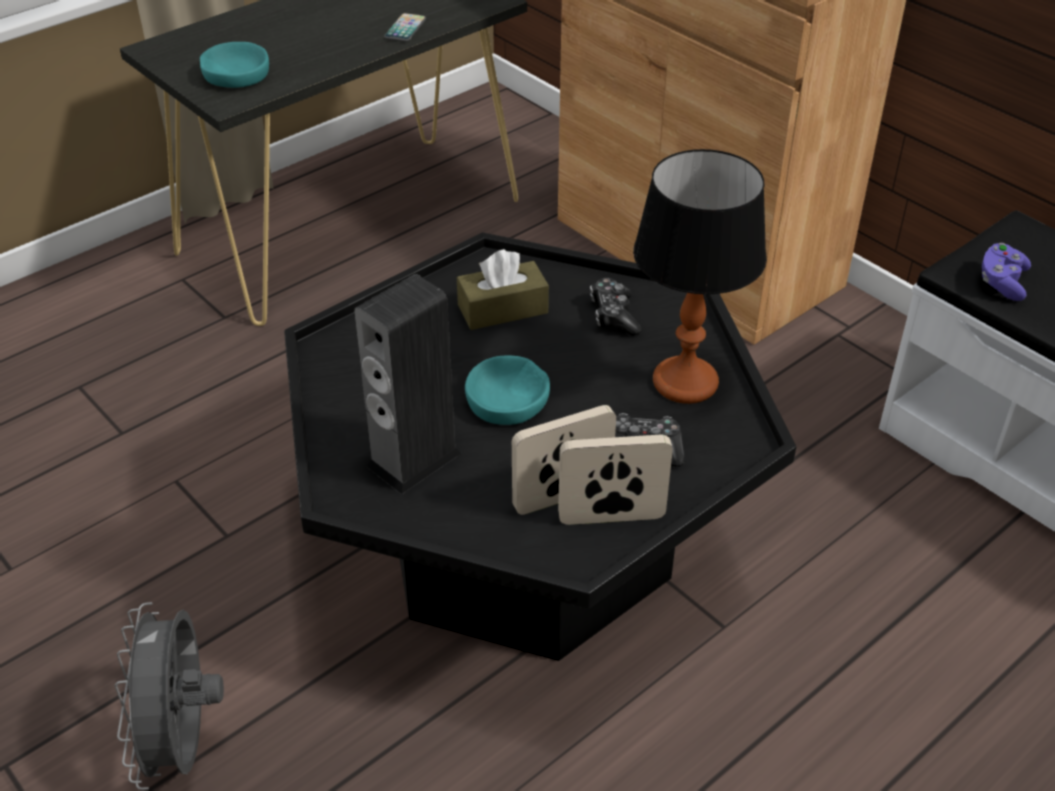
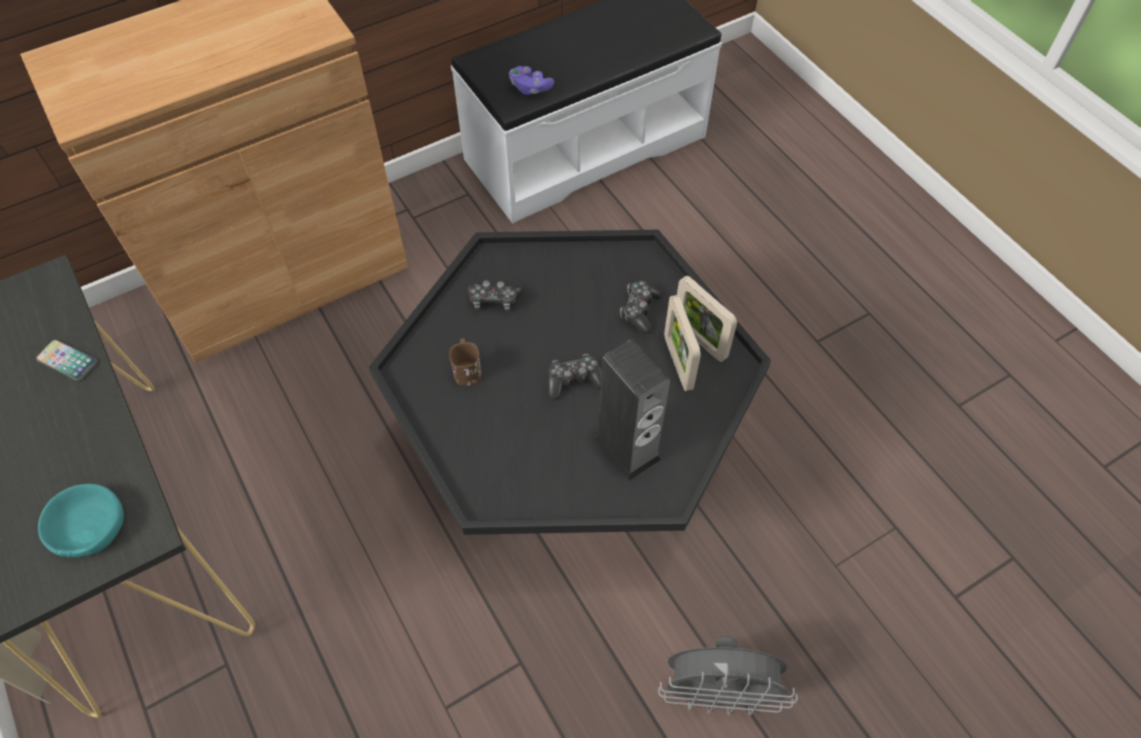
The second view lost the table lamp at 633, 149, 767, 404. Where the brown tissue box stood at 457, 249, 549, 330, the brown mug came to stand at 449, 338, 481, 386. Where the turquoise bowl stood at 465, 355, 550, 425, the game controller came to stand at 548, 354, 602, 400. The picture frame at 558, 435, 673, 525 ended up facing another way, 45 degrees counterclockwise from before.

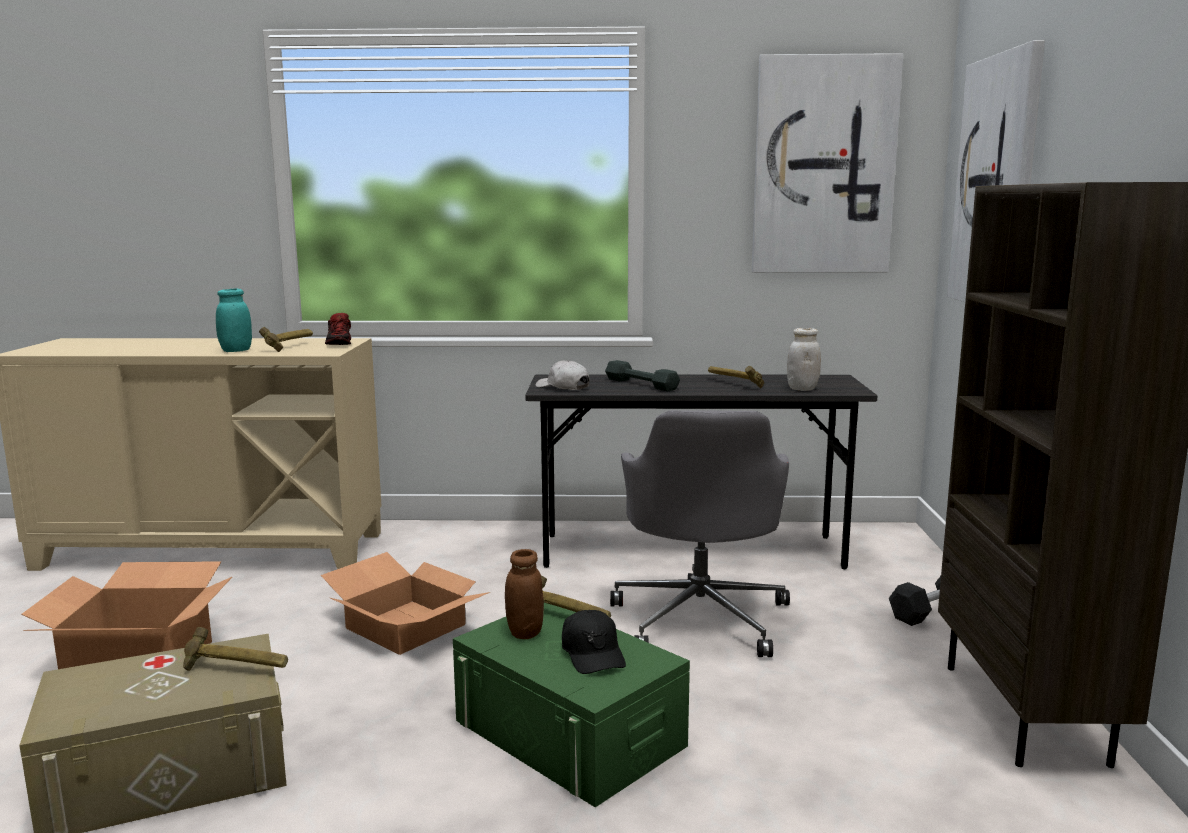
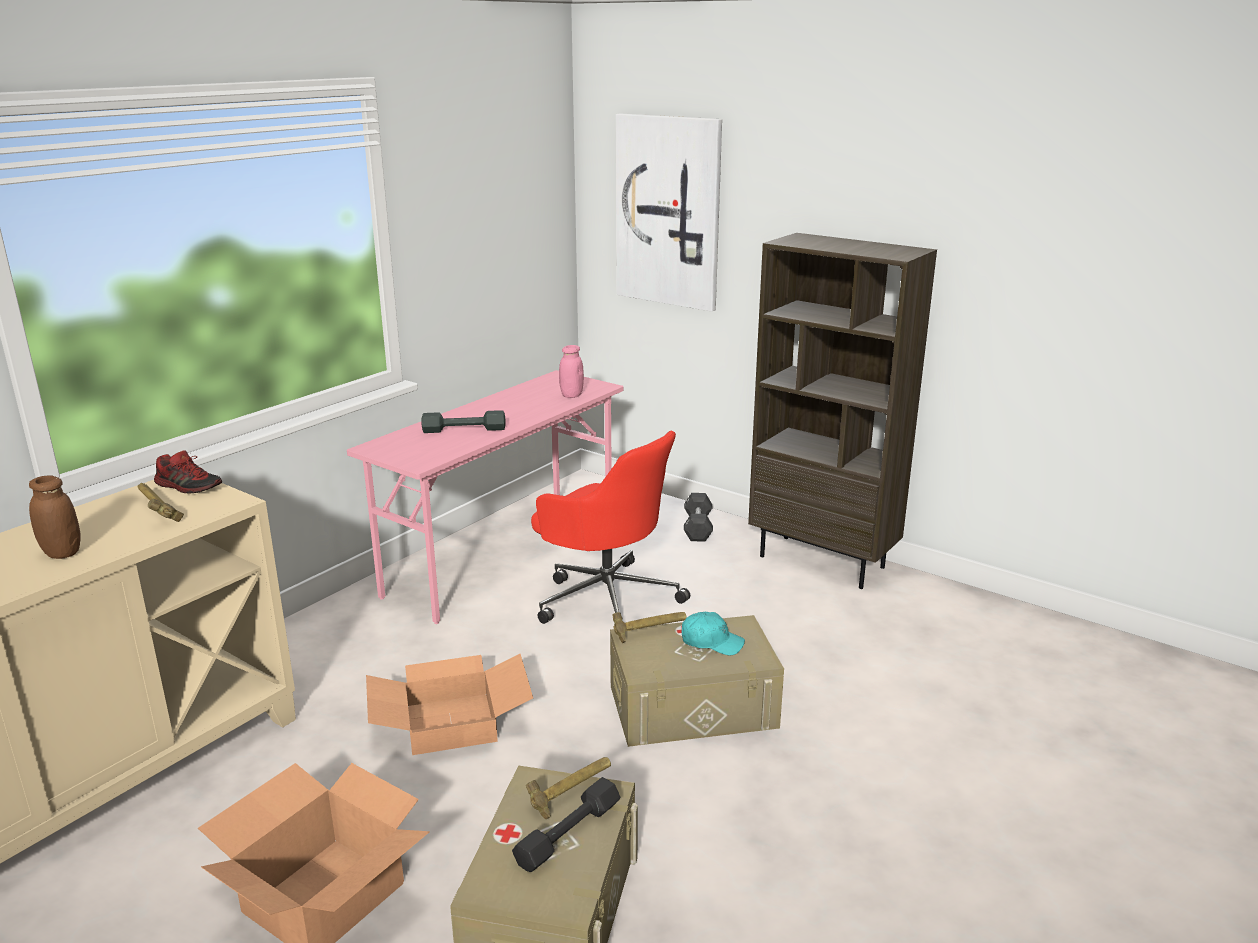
The second view lost the picture at 752, 53, 903, 273. The second view lost the turquoise jar at 216, 289, 252, 352. What was the white jar at 787, 328, 821, 391 turned into the pink jar at 559, 345, 584, 398. The second view lost the white cap at 536, 360, 590, 390. The second view lost the hammer at 708, 366, 764, 388. What was the grey desk at 525, 374, 877, 569 turned into the pink desk at 347, 370, 623, 624. What was the grey office chair at 610, 410, 790, 657 turned into the red office chair at 531, 431, 690, 624. The brown jar ended up elsewhere, having gone from 505, 549, 544, 639 to 29, 475, 81, 559. What was the green storage box at 453, 603, 690, 807 turned into the beige storage box at 610, 615, 784, 747. What was the black cap at 562, 610, 626, 674 turned into the turquoise cap at 682, 612, 745, 656. The second view gained the black dumbbell at 512, 777, 621, 872.

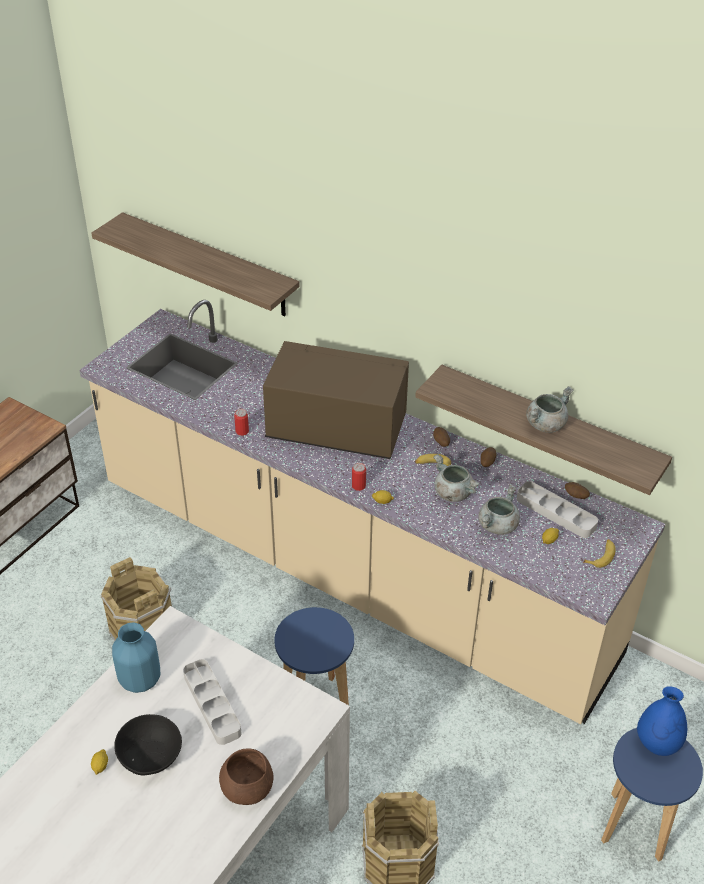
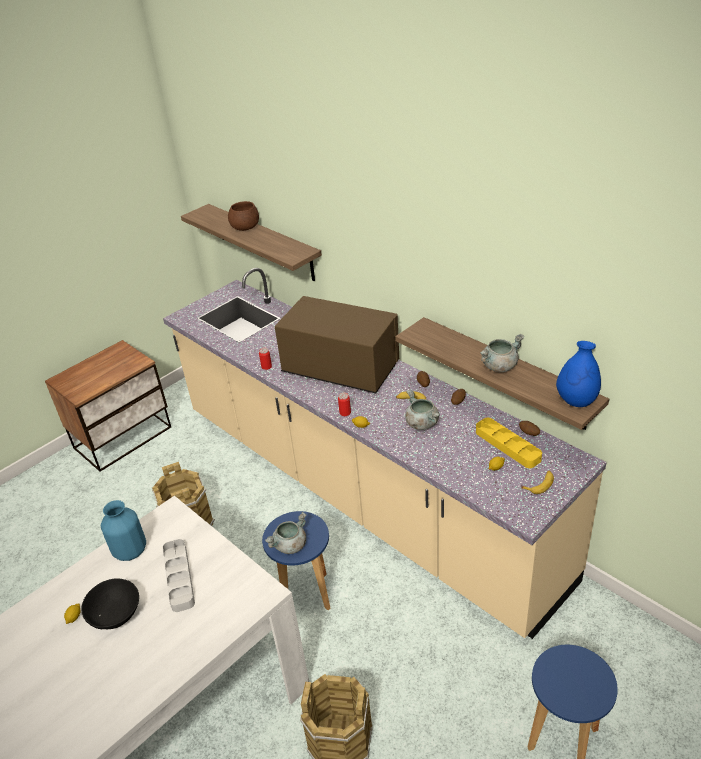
What was the grey tray at 517, 481, 598, 538 turned into the yellow tray at 476, 418, 542, 468. The grey cooking pot ended up elsewhere, having gone from 478, 485, 520, 535 to 265, 512, 306, 554. The blue vase ended up elsewhere, having gone from 637, 686, 687, 756 to 556, 341, 601, 407. The brown bowl ended up elsewhere, having gone from 219, 748, 274, 805 to 228, 201, 259, 231.

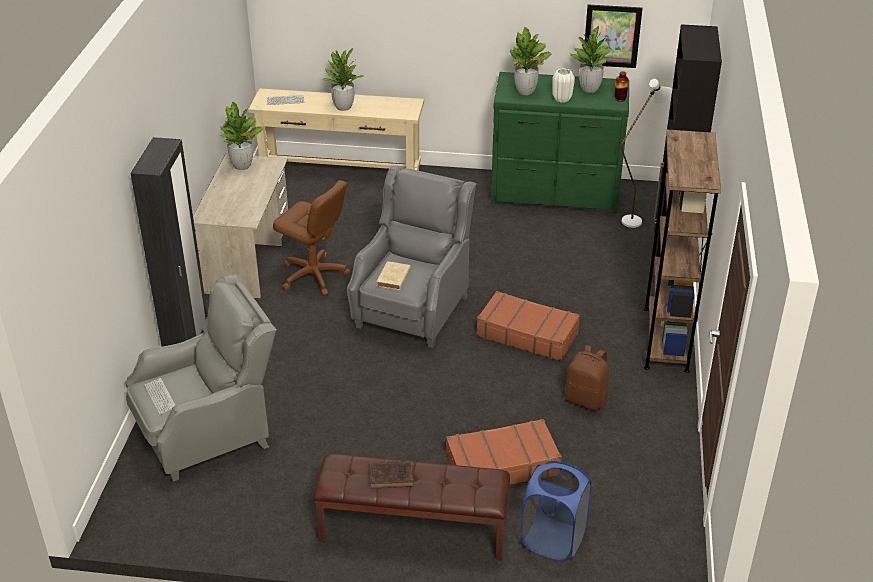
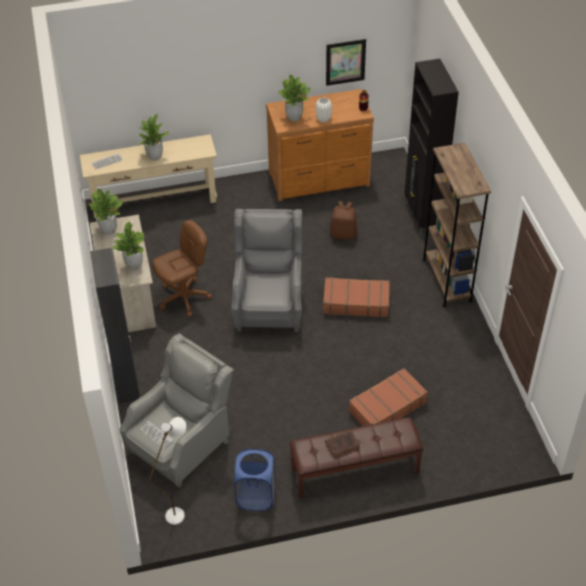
The potted plant ended up elsewhere, having gone from 569, 25, 612, 93 to 111, 222, 145, 270. What was the green dresser at 491, 72, 629, 214 turned into the brown dresser at 266, 89, 374, 201. The white floor lamp ended up elsewhere, having gone from 621, 79, 672, 228 to 149, 417, 186, 525. The brown office chair at 273, 180, 351, 296 ended up facing another way, 45 degrees counterclockwise from before. The second view lost the beige book at 377, 261, 411, 290. The brown backpack ended up elsewhere, having gone from 565, 345, 609, 411 to 330, 201, 357, 240. The blue laundry basket ended up elsewhere, having gone from 521, 461, 592, 562 to 234, 449, 275, 511.

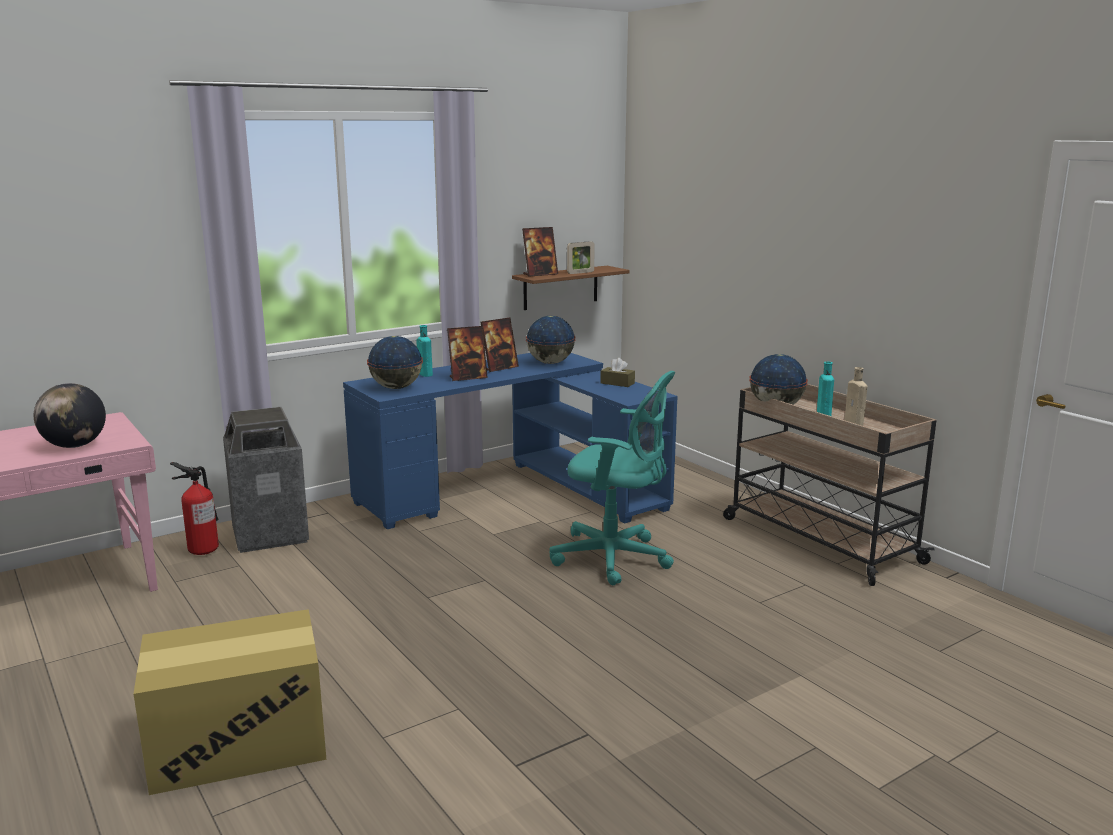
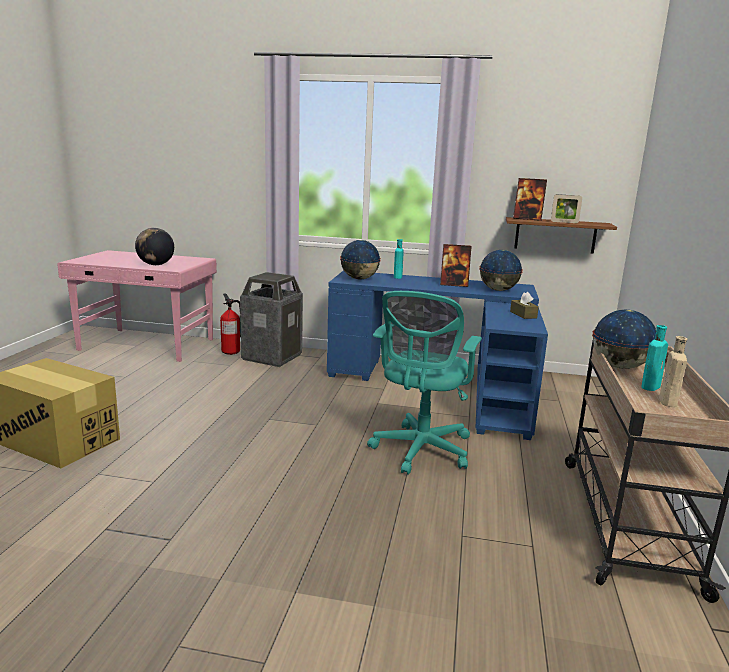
The second view lost the picture frame at 447, 326, 488, 381. The turquoise office chair at 549, 371, 675, 585 ended up facing another way, 45 degrees clockwise from before.

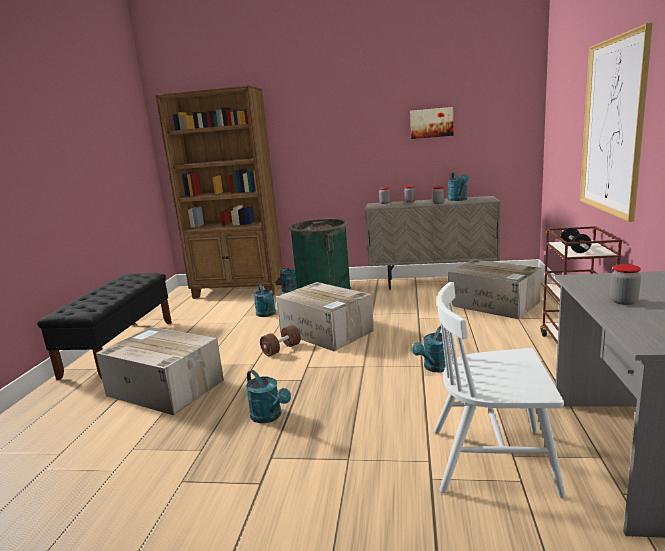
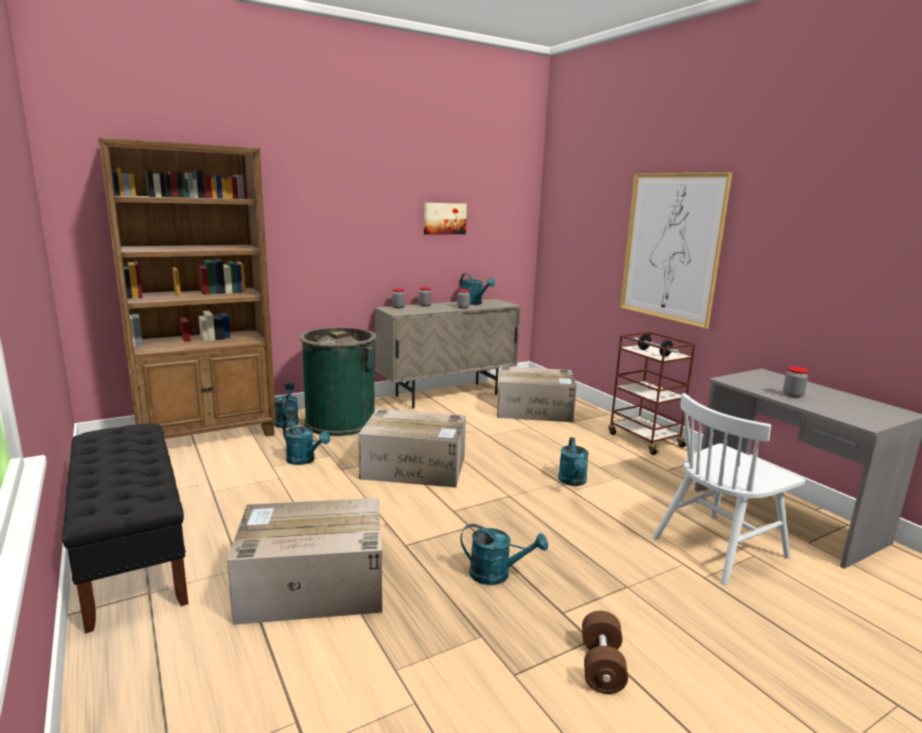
The brown dumbbell ended up elsewhere, having gone from 260, 325, 301, 356 to 582, 611, 628, 694.

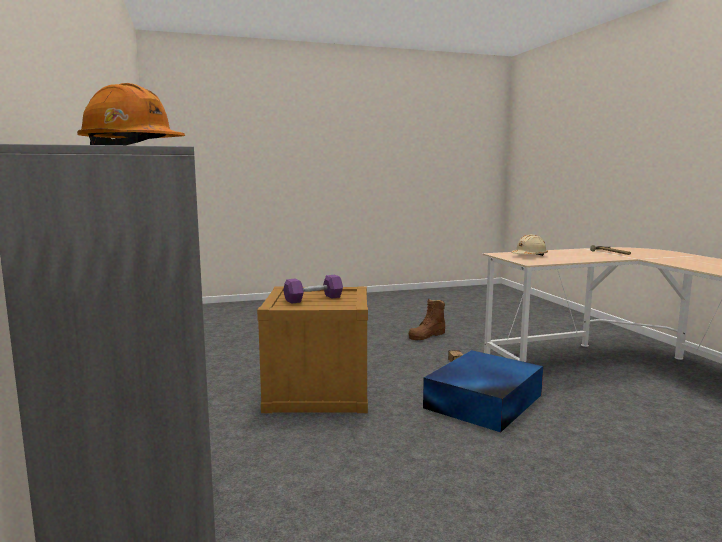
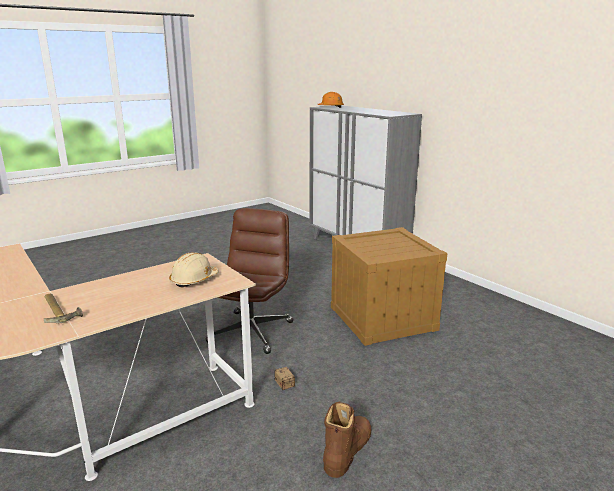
The second view lost the purple dumbbell at 283, 275, 343, 304. Where the blue storage box stood at 423, 350, 543, 432, the brown office chair came to stand at 206, 208, 293, 354.

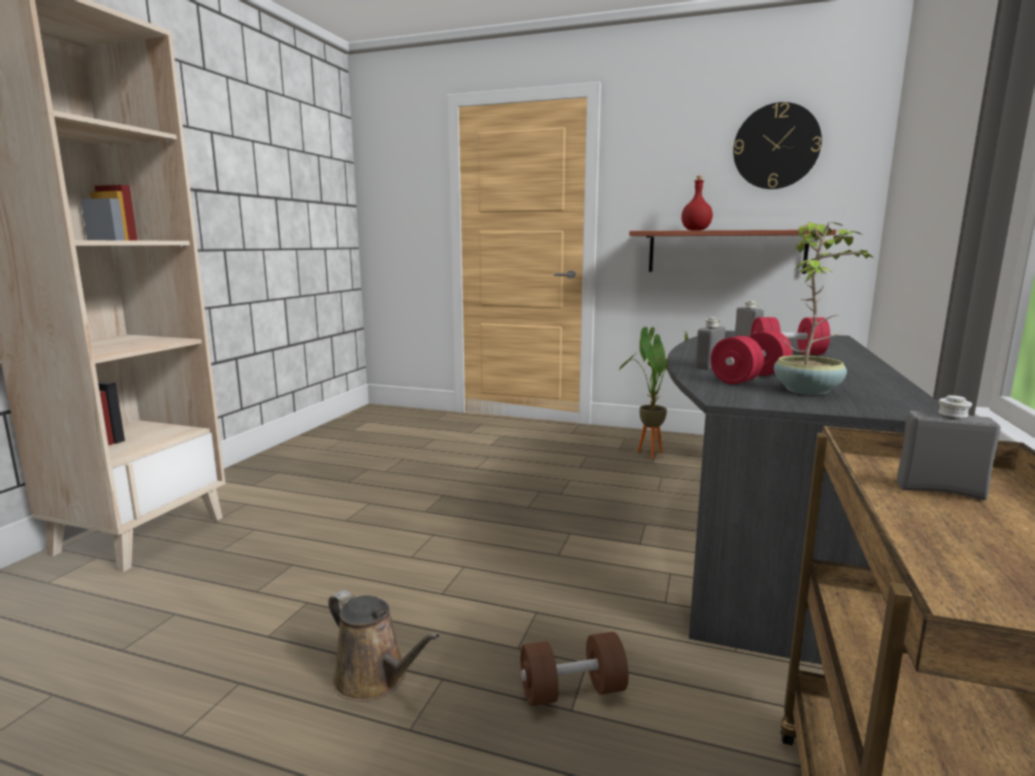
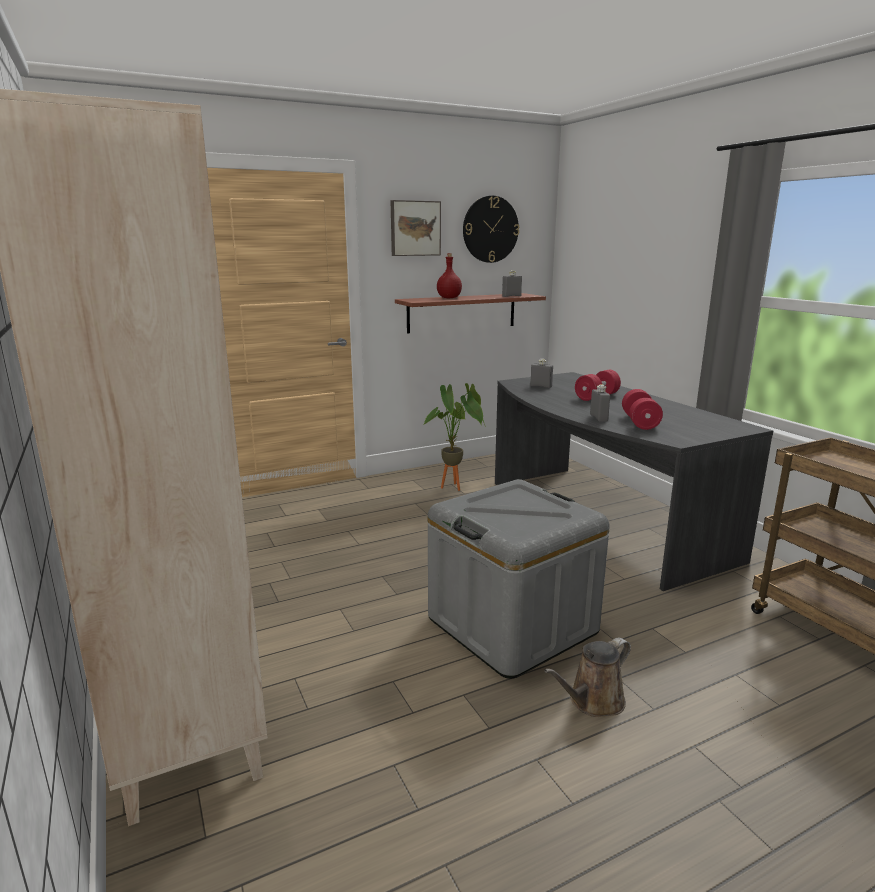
The second view lost the potted plant at 774, 222, 875, 395. The grey bottle ended up elsewhere, having gone from 897, 395, 1001, 500 to 502, 270, 522, 297. The brown watering can at 328, 590, 440, 702 ended up facing another way, 150 degrees clockwise from before. The second view lost the brown dumbbell at 520, 632, 629, 706. The second view gained the picture at 390, 200, 441, 256. The second view gained the grey storage box at 428, 479, 610, 679.

